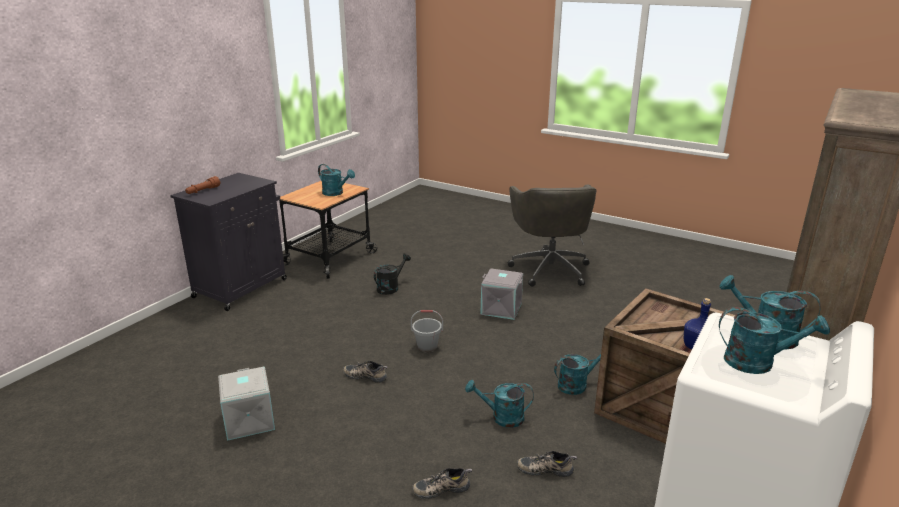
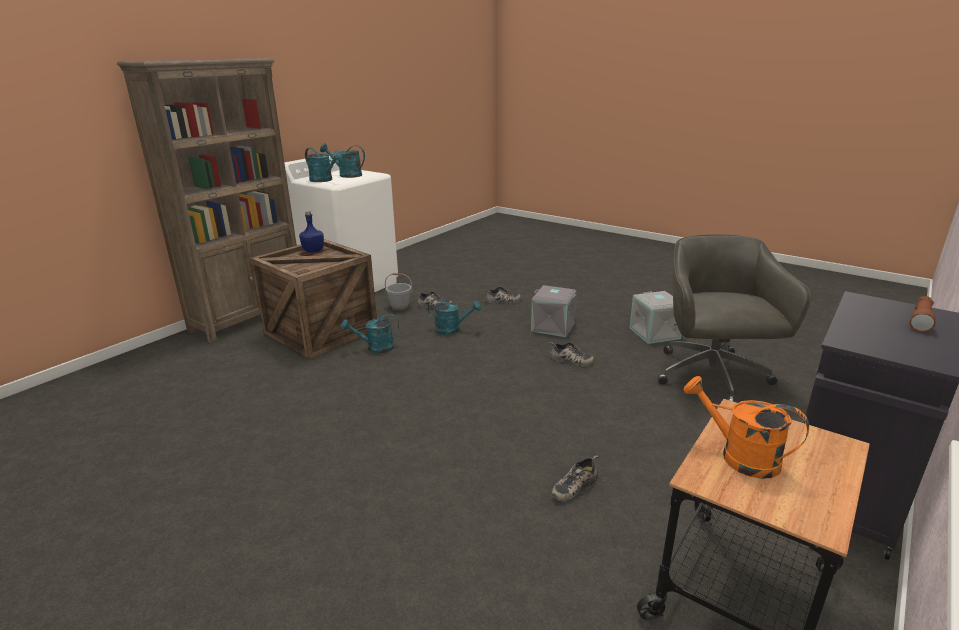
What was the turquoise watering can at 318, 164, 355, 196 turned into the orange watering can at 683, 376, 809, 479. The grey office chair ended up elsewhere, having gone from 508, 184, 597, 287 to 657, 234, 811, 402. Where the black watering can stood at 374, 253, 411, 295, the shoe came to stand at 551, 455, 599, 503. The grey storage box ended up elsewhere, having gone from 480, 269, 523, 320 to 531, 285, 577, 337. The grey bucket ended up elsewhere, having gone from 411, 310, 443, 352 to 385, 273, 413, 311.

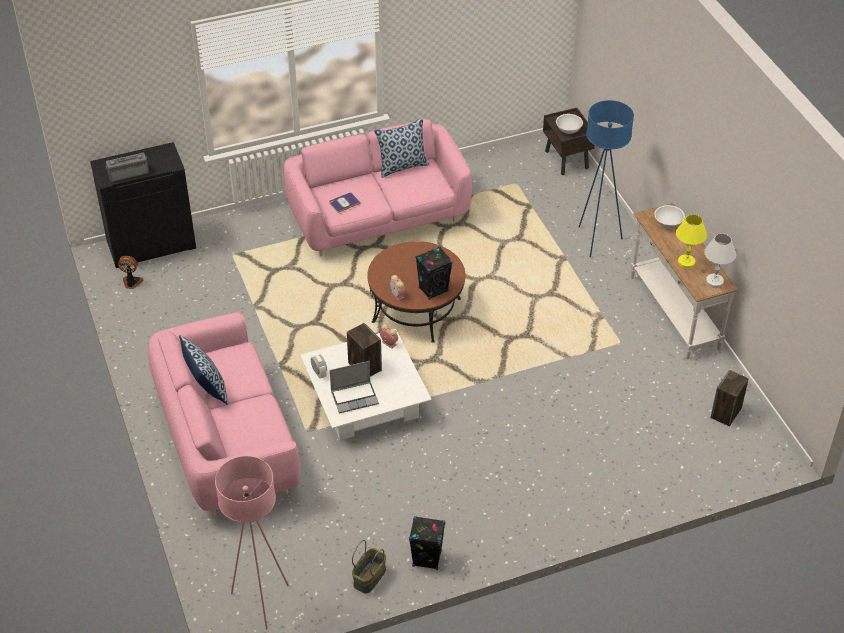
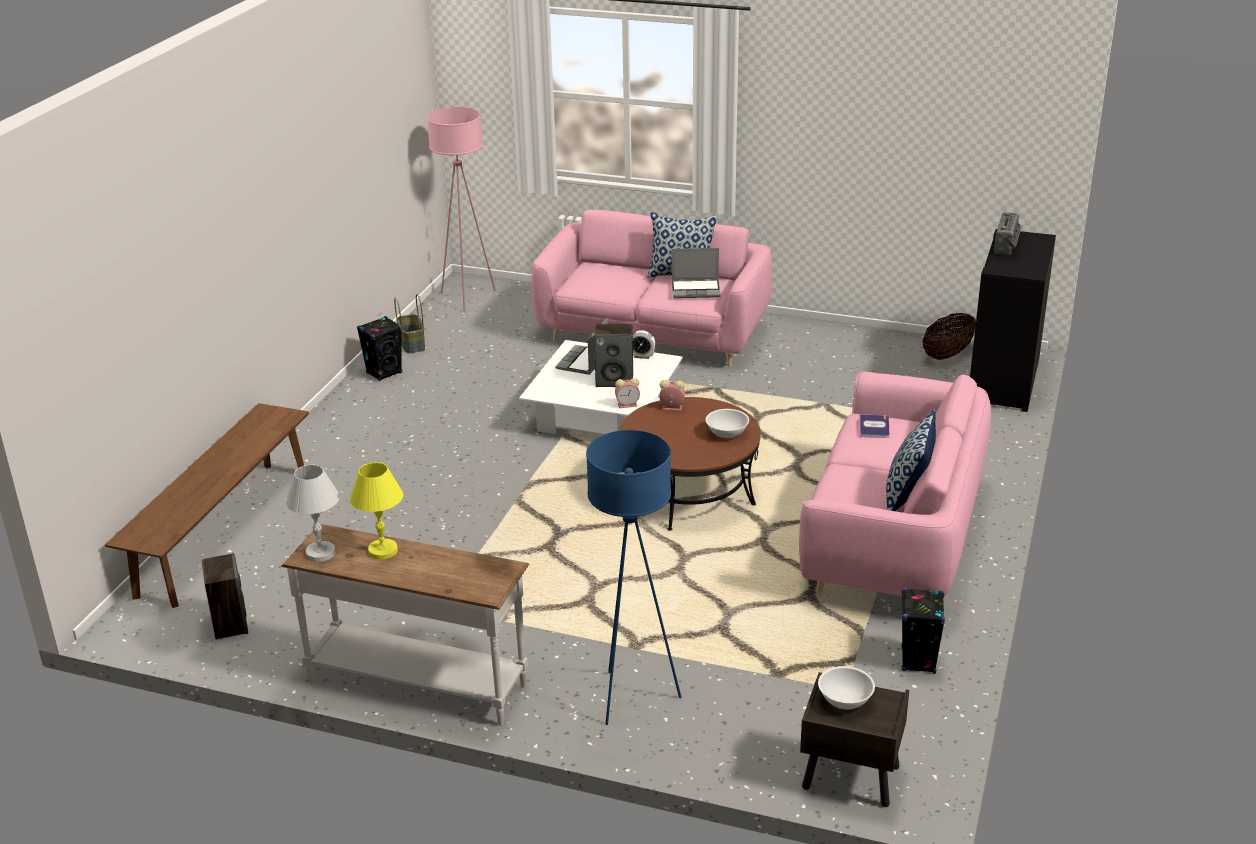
The white bowl ended up elsewhere, having gone from 654, 205, 685, 228 to 706, 409, 749, 438. The black speaker ended up elsewhere, having gone from 416, 247, 452, 300 to 901, 588, 945, 674. Where the fan stood at 118, 256, 144, 289, the basket came to stand at 923, 313, 976, 360. The second view gained the laptop at 672, 248, 721, 298. The second view gained the brown bench at 105, 403, 309, 608.

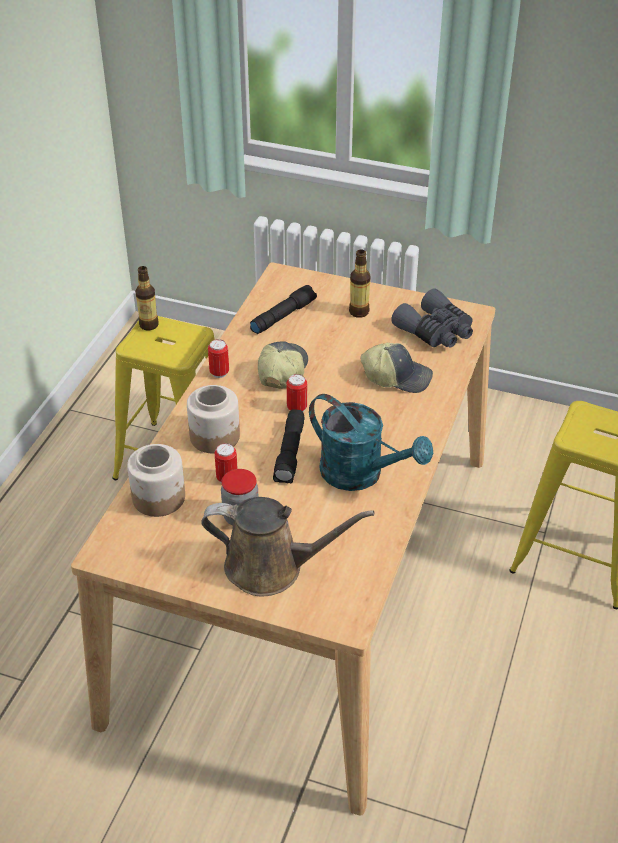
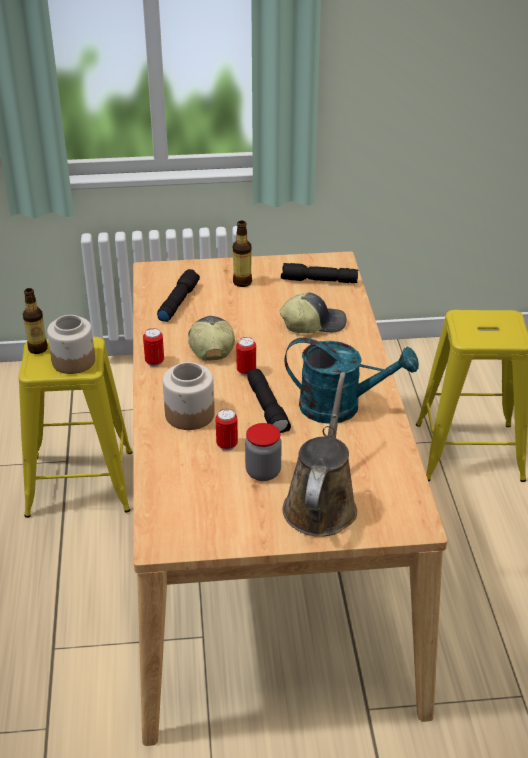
Where the grey binoculars stood at 391, 289, 473, 348, the black flashlight came to stand at 281, 263, 358, 283. The jar ended up elsewhere, having gone from 127, 444, 185, 517 to 47, 315, 95, 374. The brown watering can at 201, 497, 375, 596 ended up facing another way, 60 degrees counterclockwise from before.

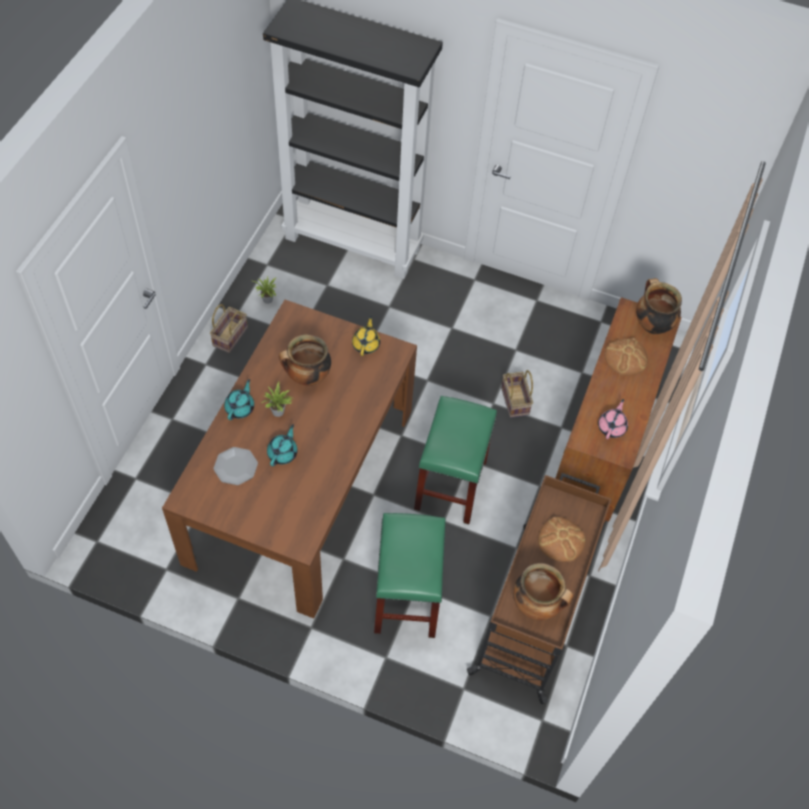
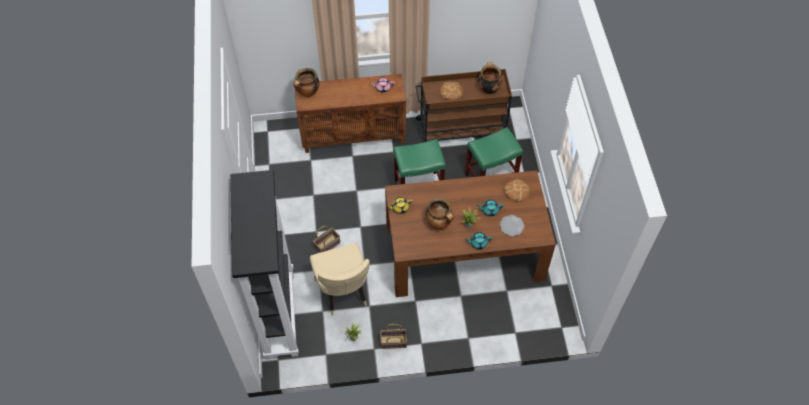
The bread ended up elsewhere, having gone from 605, 338, 648, 376 to 504, 179, 530, 202. The basket ended up elsewhere, having gone from 501, 370, 533, 418 to 313, 226, 340, 253. The second view gained the beige chair at 310, 243, 370, 316.

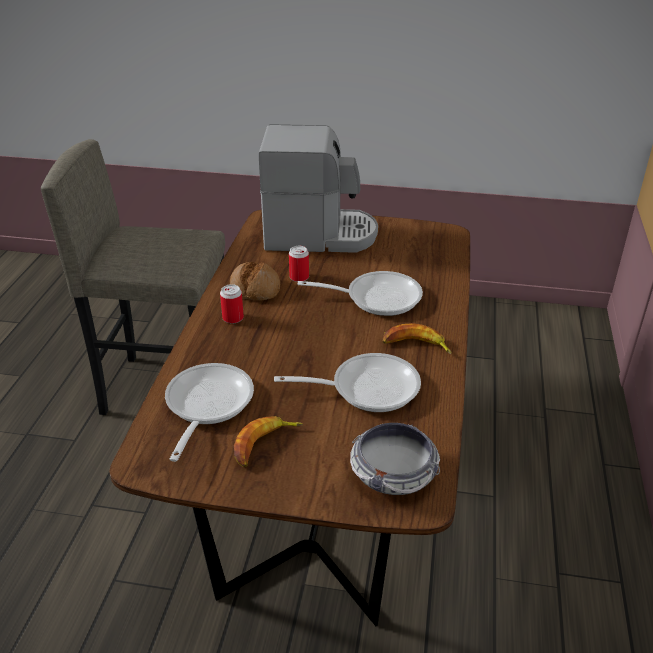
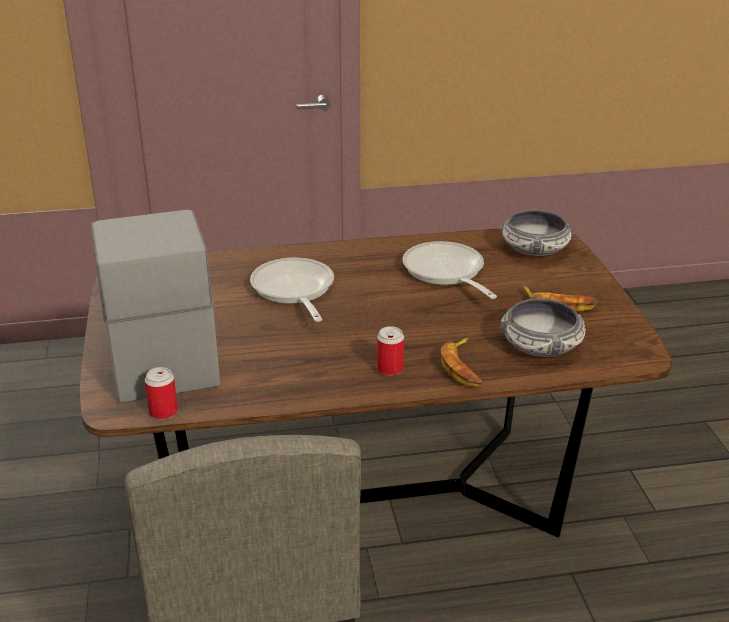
The can ended up elsewhere, having gone from 289, 246, 309, 282 to 145, 367, 178, 419. The second view lost the bread at 230, 262, 280, 301. The banana ended up elsewhere, having gone from 383, 323, 452, 354 to 441, 337, 482, 386. Where the frying pan stood at 165, 363, 254, 462, the bowl came to stand at 500, 298, 586, 357.

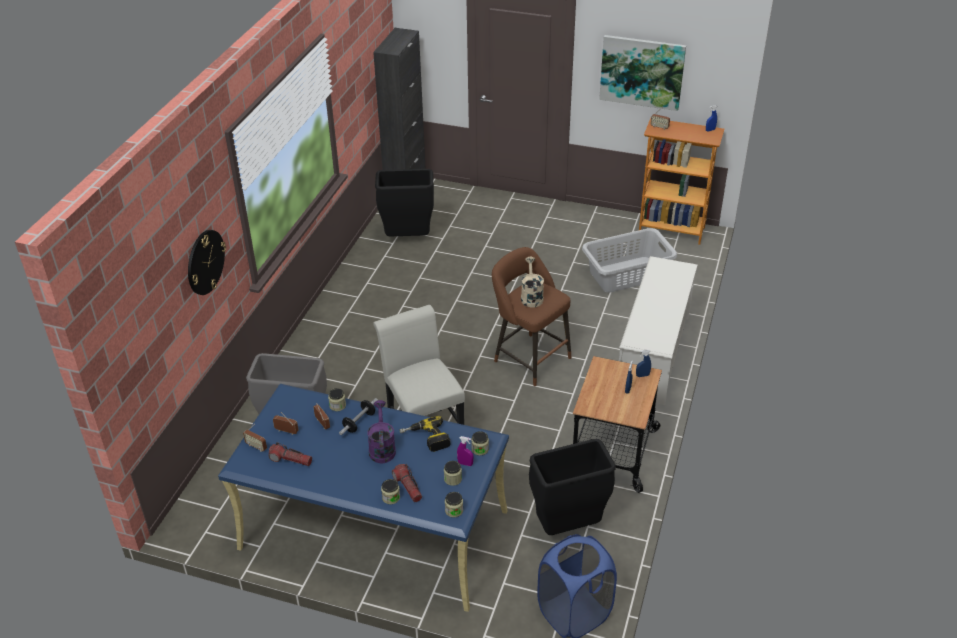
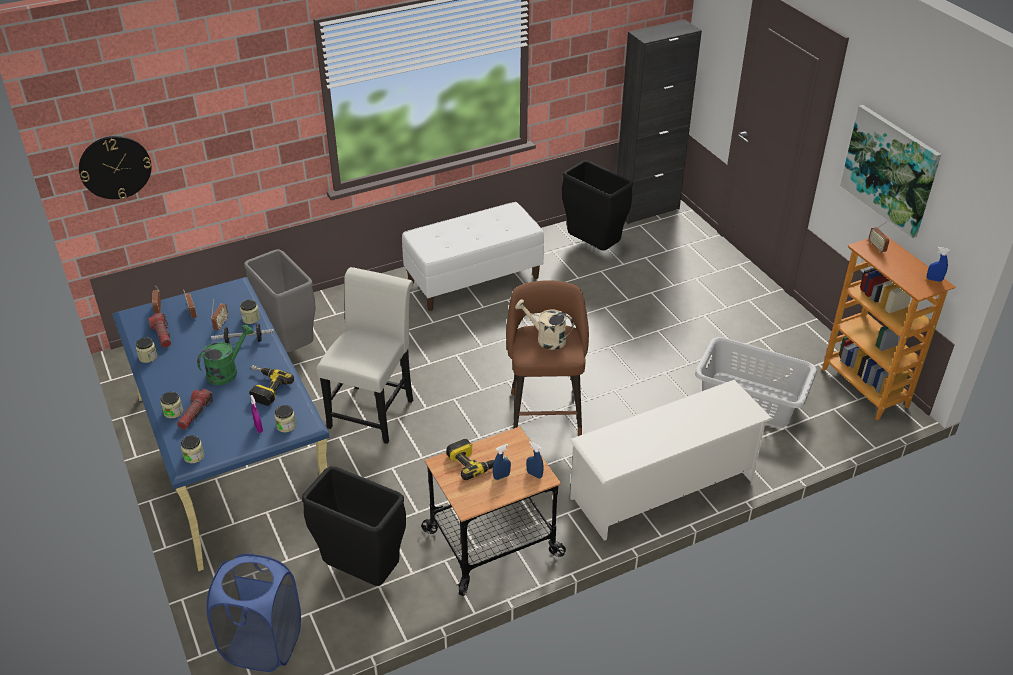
The wall clock ended up elsewhere, having gone from 188, 230, 226, 295 to 79, 136, 152, 199. The beige watering can at 521, 257, 544, 308 ended up facing another way, 105 degrees counterclockwise from before. What was the purple watering can at 367, 400, 396, 463 turned into the green watering can at 197, 325, 254, 385. The jar ended up elsewhere, having gone from 444, 461, 462, 486 to 136, 338, 157, 363. The second view gained the white bench at 402, 202, 544, 311. The second view gained the power drill at 446, 439, 508, 480.

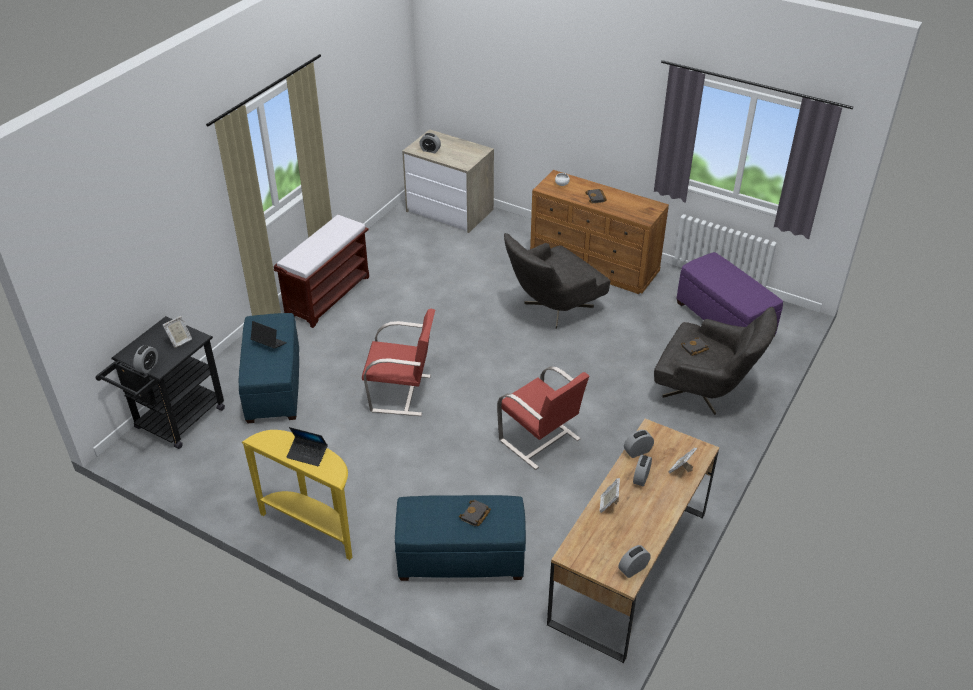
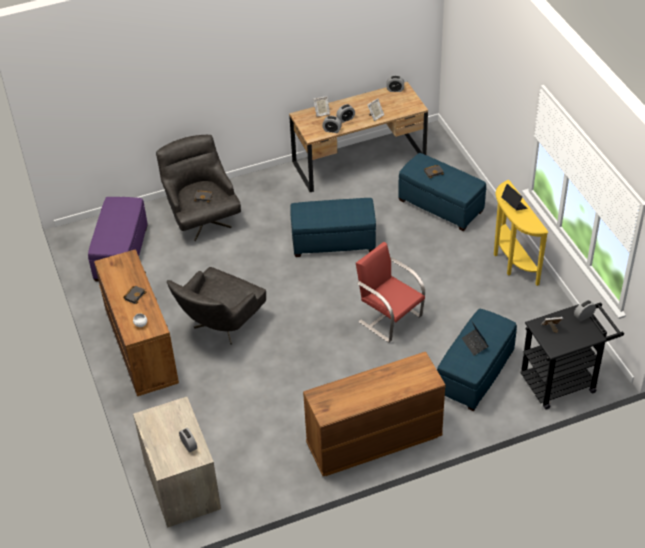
Where the brown bench stood at 274, 215, 369, 328, the brown dresser came to stand at 303, 352, 446, 476. The grey armchair at 504, 233, 610, 329 ended up facing another way, 120 degrees clockwise from before. Where the red chair stood at 497, 366, 589, 470, the blue ottoman came to stand at 290, 198, 376, 257.

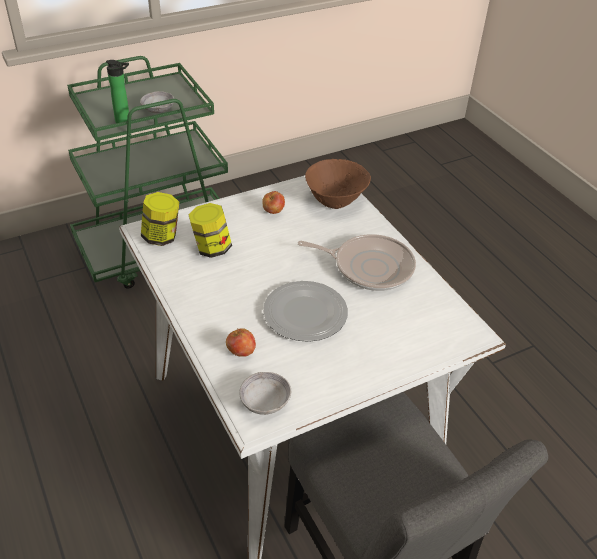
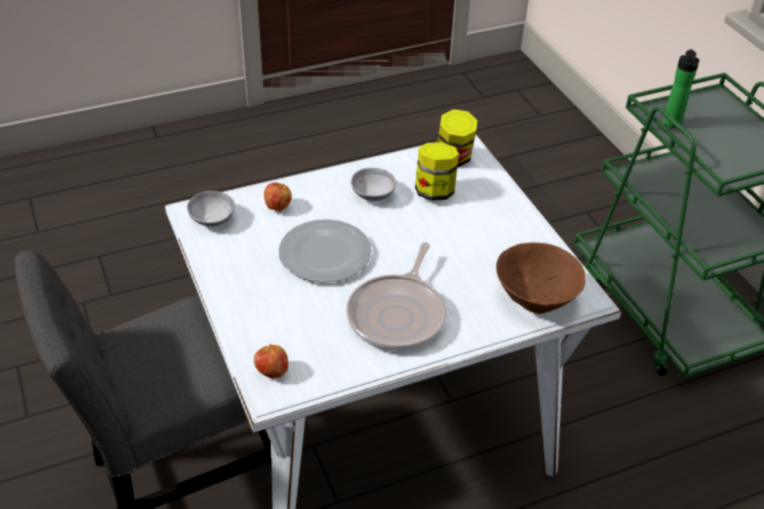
The grey bowl ended up elsewhere, having gone from 140, 91, 174, 113 to 351, 168, 396, 201. The apple ended up elsewhere, having gone from 262, 191, 285, 214 to 254, 344, 288, 379.

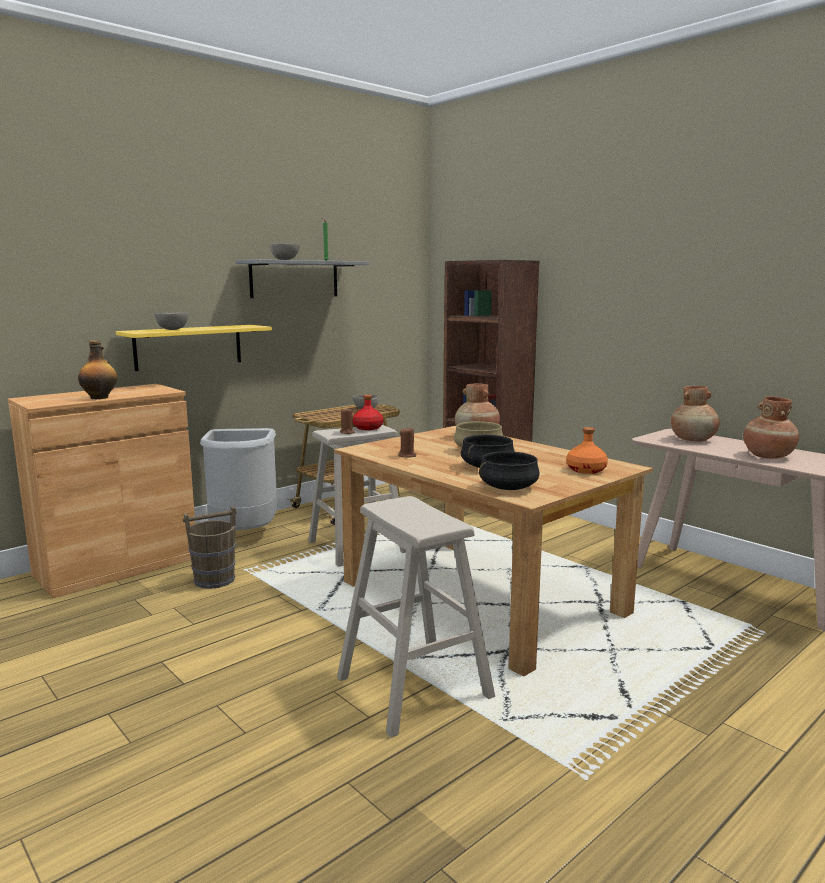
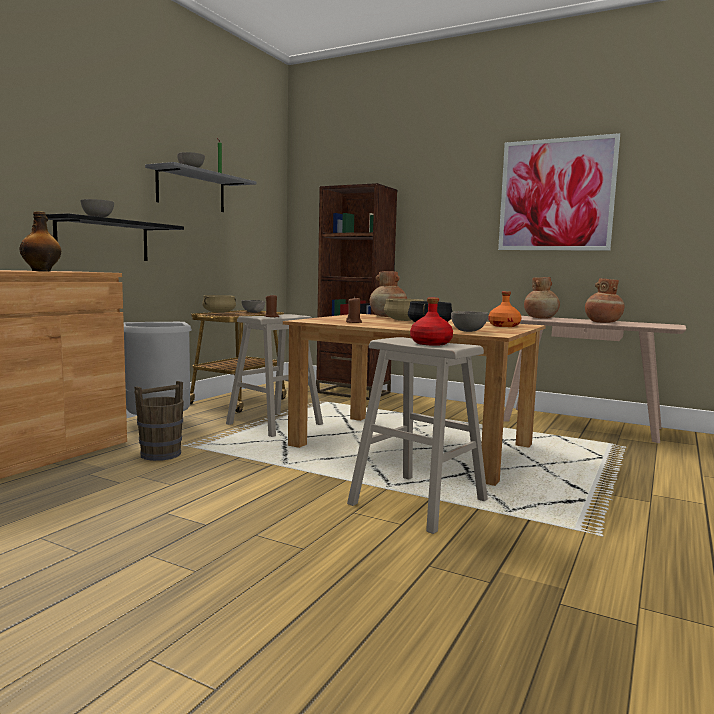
What was the yellow shelf at 116, 325, 272, 371 turned into the black shelf at 46, 213, 184, 261. The red bottle ended up elsewhere, having gone from 353, 395, 383, 430 to 410, 298, 453, 346. Where the black cooking pot stood at 479, 451, 540, 490, the grey bowl came to stand at 451, 311, 489, 332. The second view gained the picture at 498, 133, 620, 251. The second view gained the beige cooking pot at 202, 295, 236, 313.

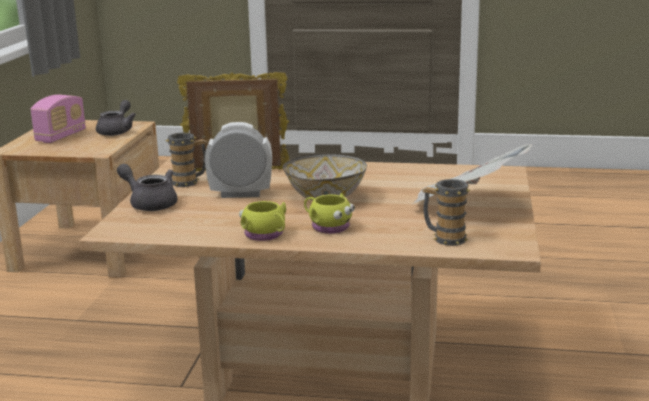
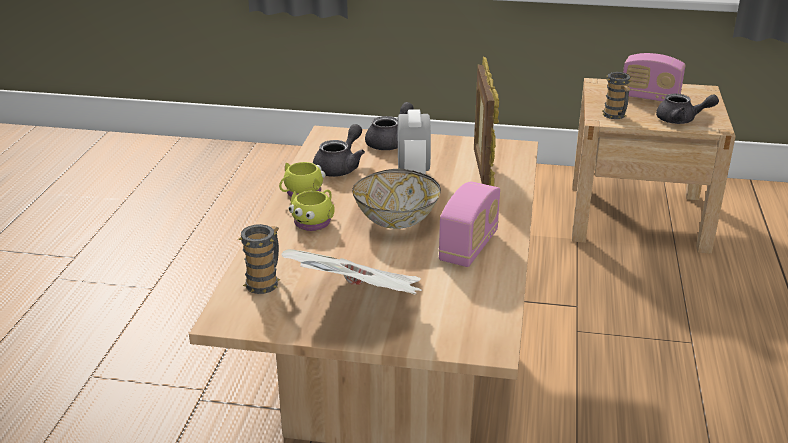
The mug ended up elsewhere, having gone from 166, 133, 208, 187 to 602, 72, 631, 119. The second view gained the grey teapot at 313, 124, 365, 177. The second view gained the radio at 438, 181, 500, 267.

